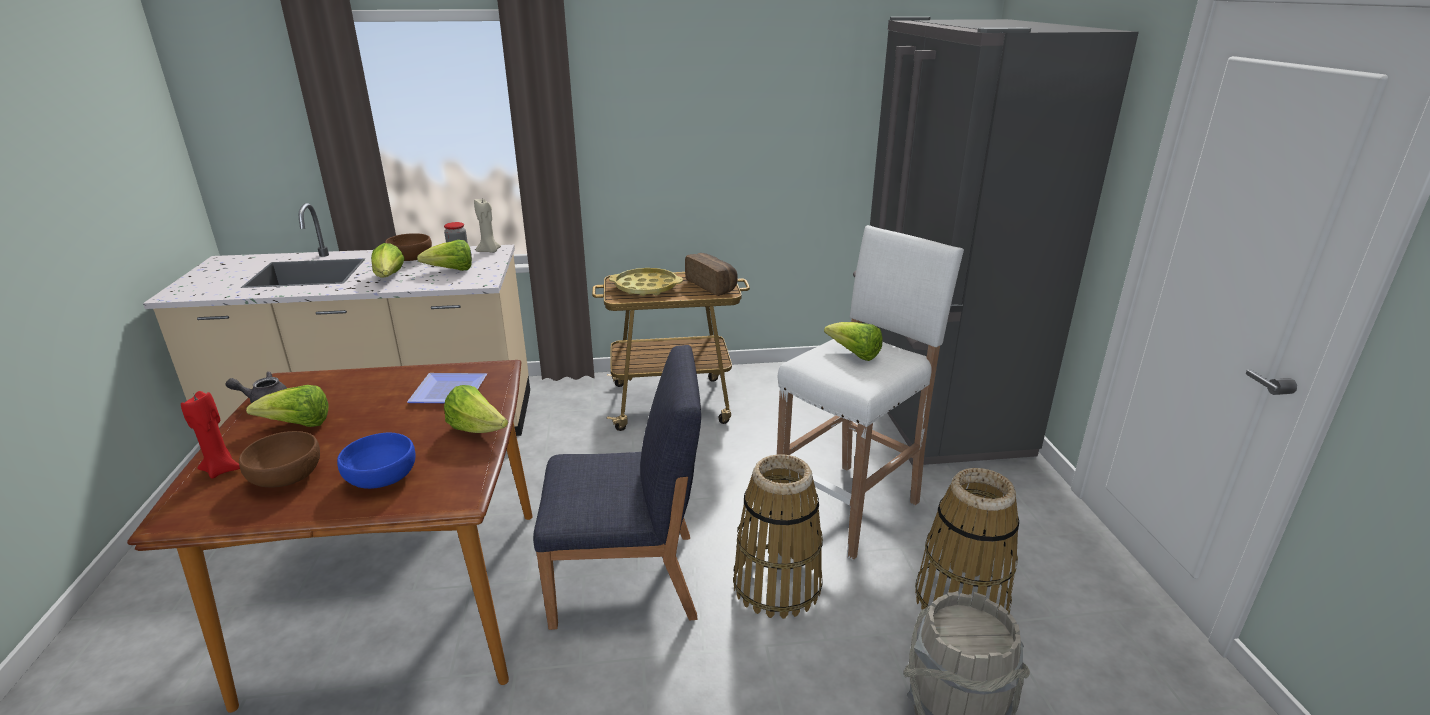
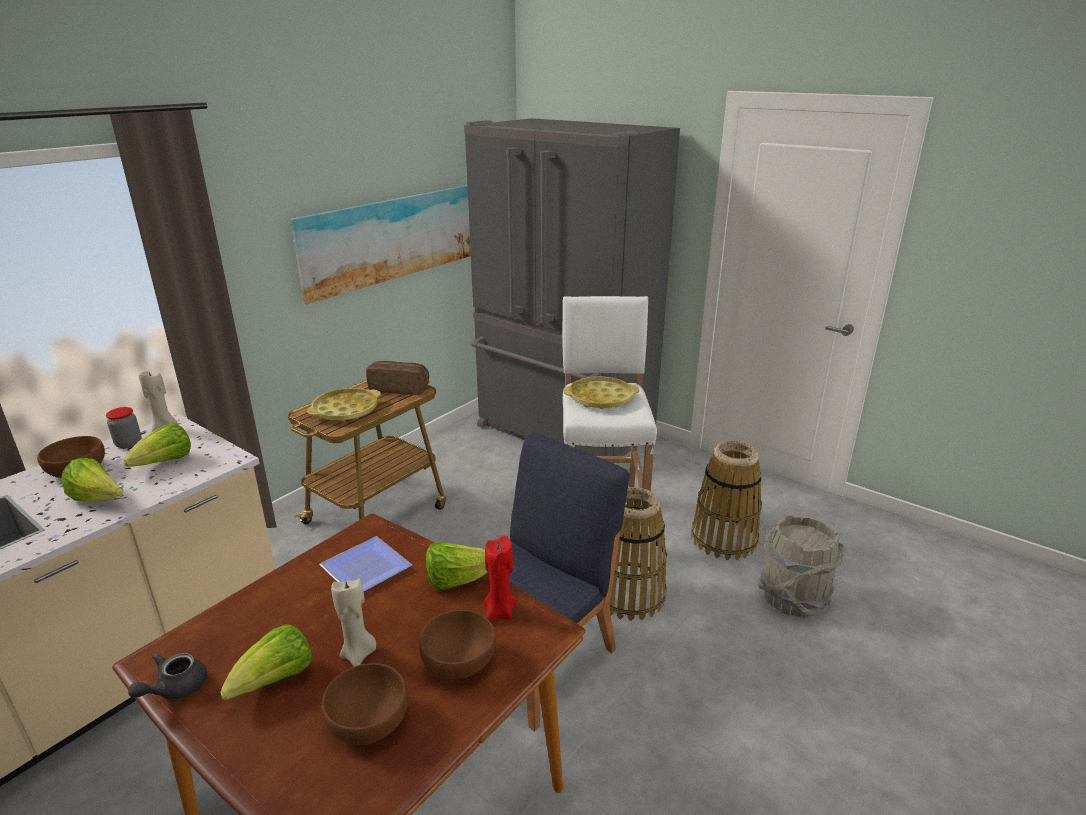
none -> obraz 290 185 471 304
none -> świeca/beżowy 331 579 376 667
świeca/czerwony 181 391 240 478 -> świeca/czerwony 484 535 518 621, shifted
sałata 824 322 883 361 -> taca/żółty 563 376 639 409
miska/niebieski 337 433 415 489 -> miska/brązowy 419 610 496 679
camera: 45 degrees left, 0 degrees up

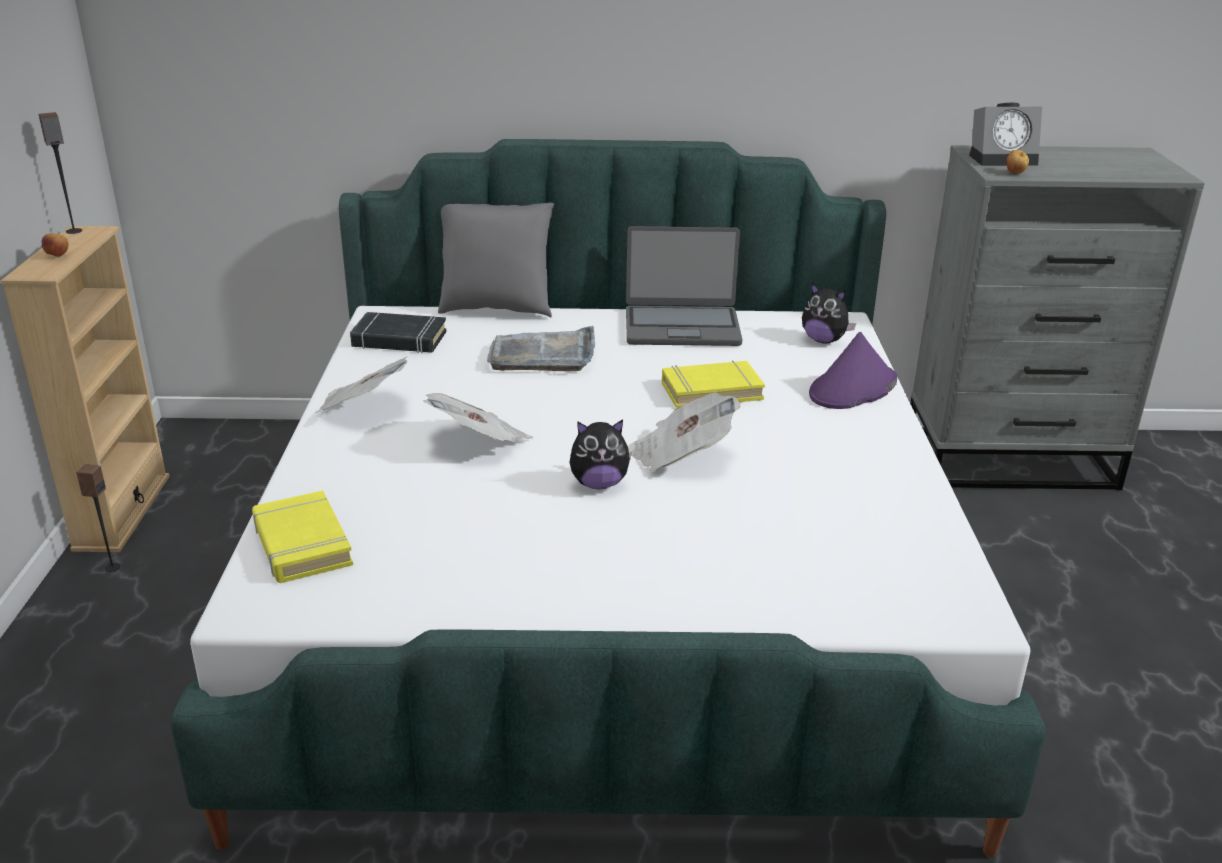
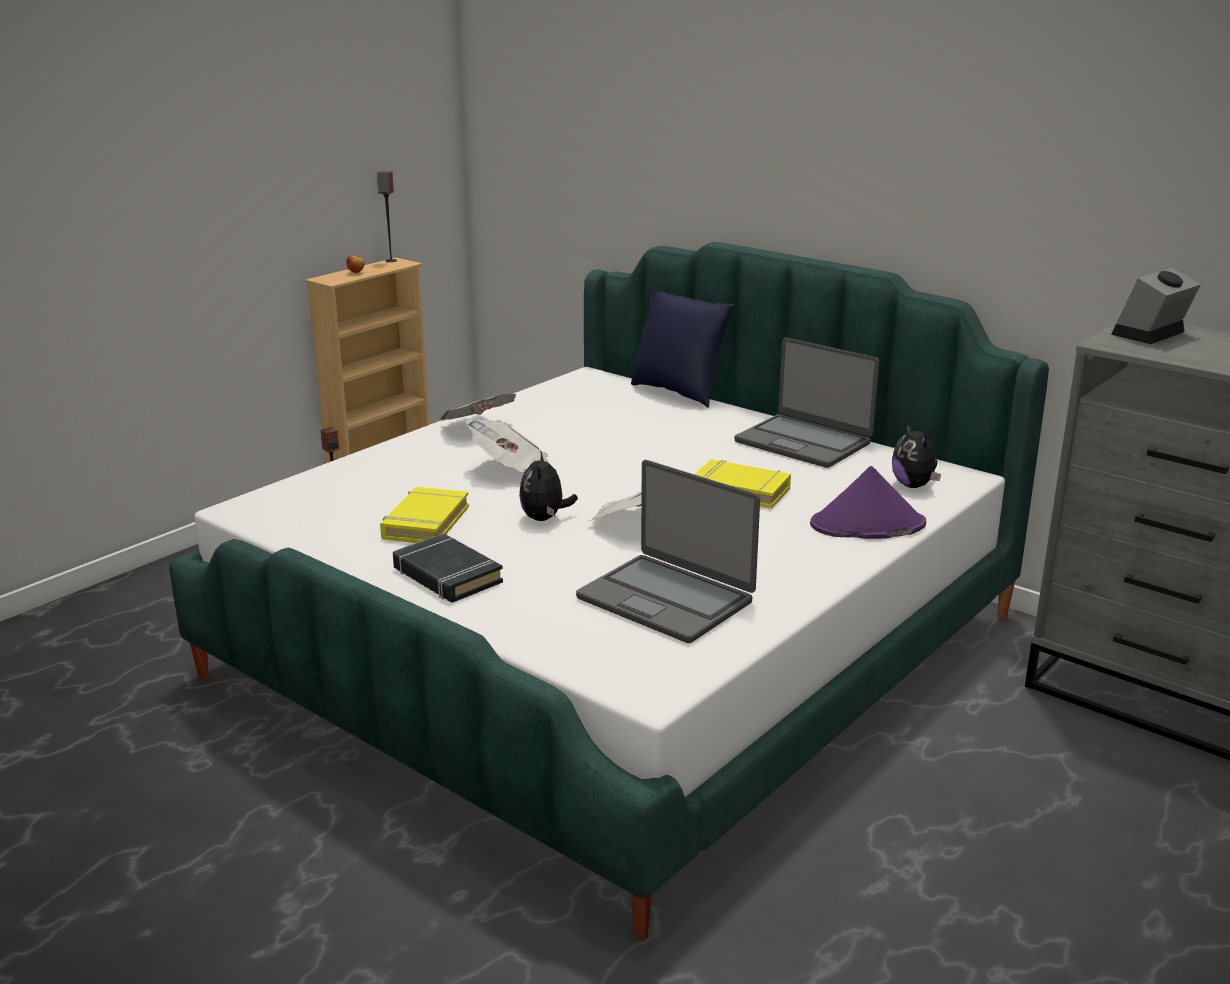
taca/szary 487 326 595 371 -> none
jabłko 1006 150 1029 174 -> none
none -> laptop 576 460 760 643
książka/żółty 252 490 353 583 -> książka/żółty 380 487 469 543, shifted
książka/czarny 350 312 446 353 -> książka/czarny 393 533 503 603, shifted
poduszka/szary 438 203 554 317 -> poduszka/niebieski 631 291 734 408
pluszak 570 419 632 489 -> pluszak 519 451 578 521, 60 degrees clockwise
budzik 969 103 1042 166 -> budzik 1111 268 1201 344, 105 degrees clockwise
camera: 40 degrees right, 5 degrees down

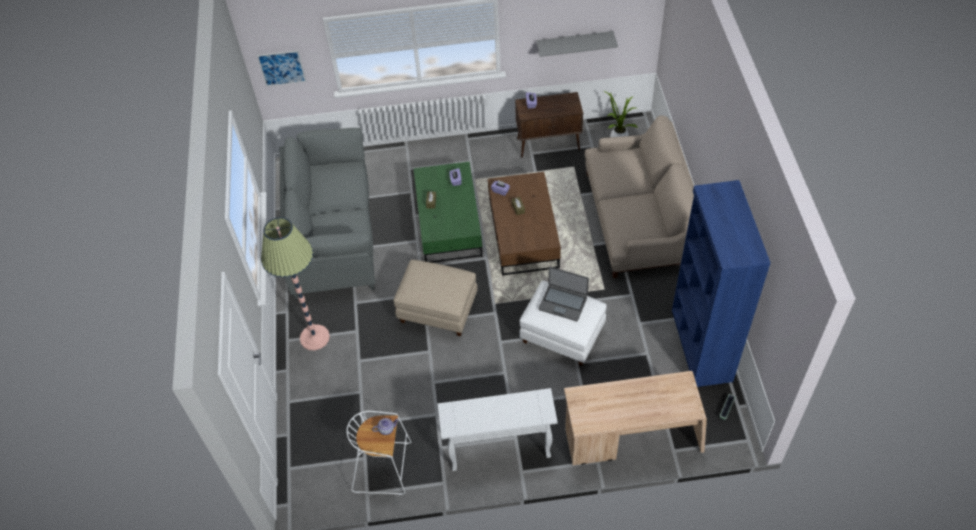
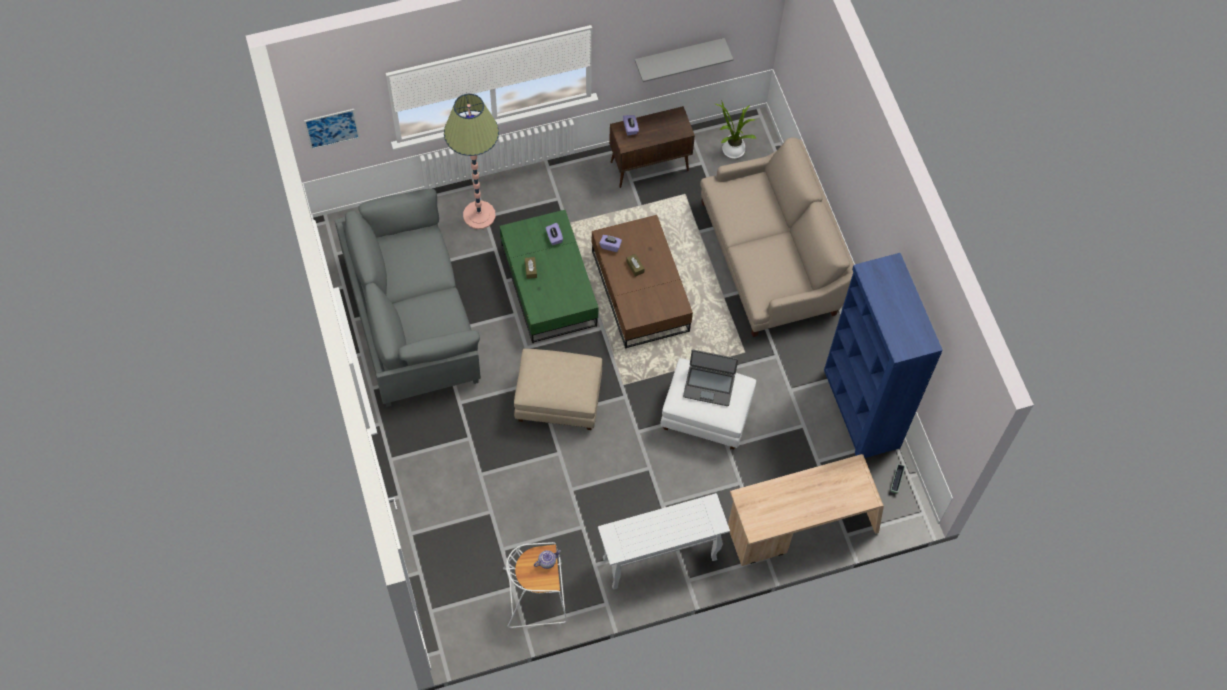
lampa stojąca 261 217 330 350 -> lampa stojąca 444 94 499 229, shifted
camera: 15 degrees left, 10 degrees up

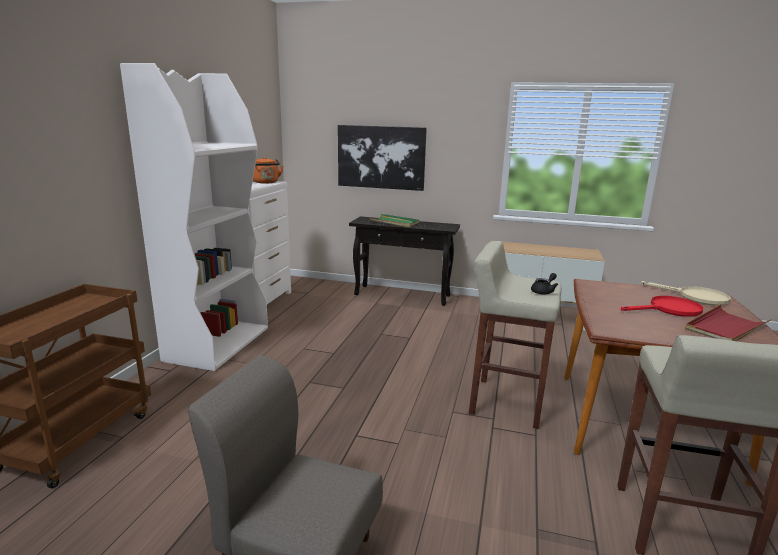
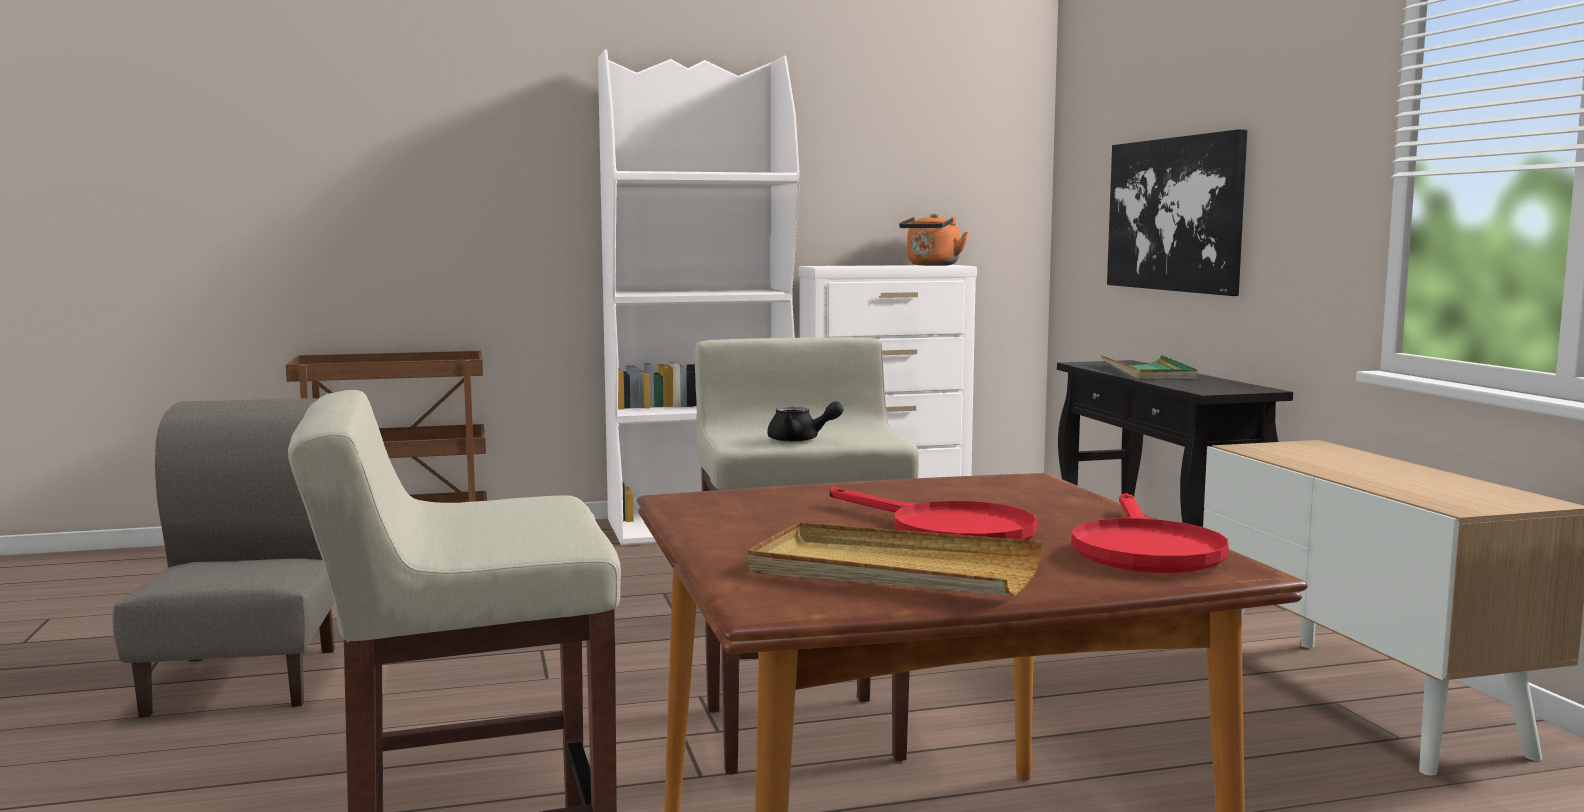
patelnia/beżowy 641 281 731 305 -> patelnia/czerwony 1071 493 1228 573
taca/czerwony 685 305 771 341 -> taca/beżowy 748 522 1044 596
camera: 60 degrees right, 10 degrees down

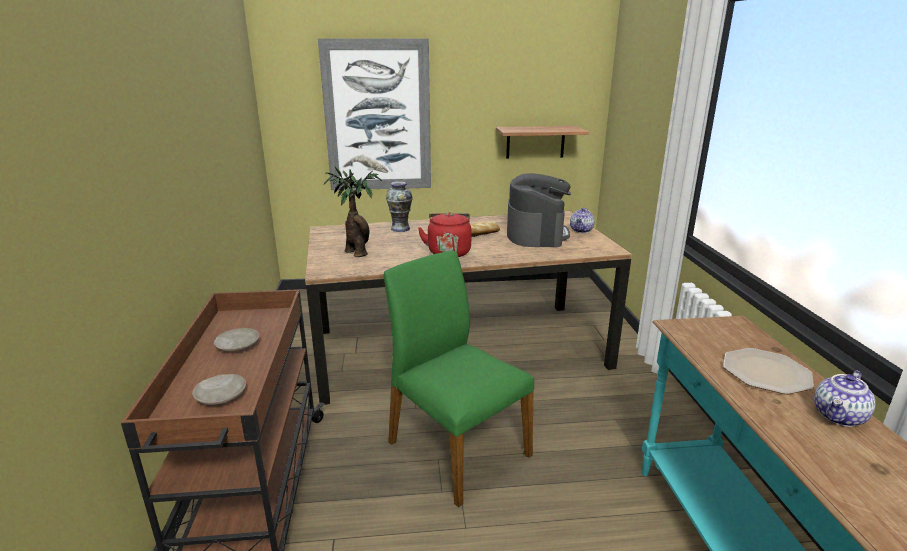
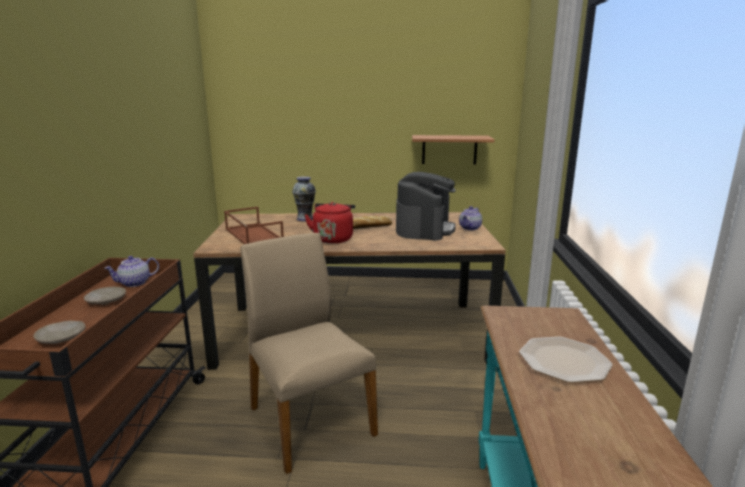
obraz 318 38 431 190 -> none
imbryk 814 371 876 427 -> imbryk 104 256 159 287, shifted
roślina doniczkowa 324 166 382 257 -> taca/brązowy 224 207 284 244
krzesło/zielony 384 251 534 507 -> krzesło/beżowy 241 233 378 474
camera: 10 degrees right, 5 degrees down

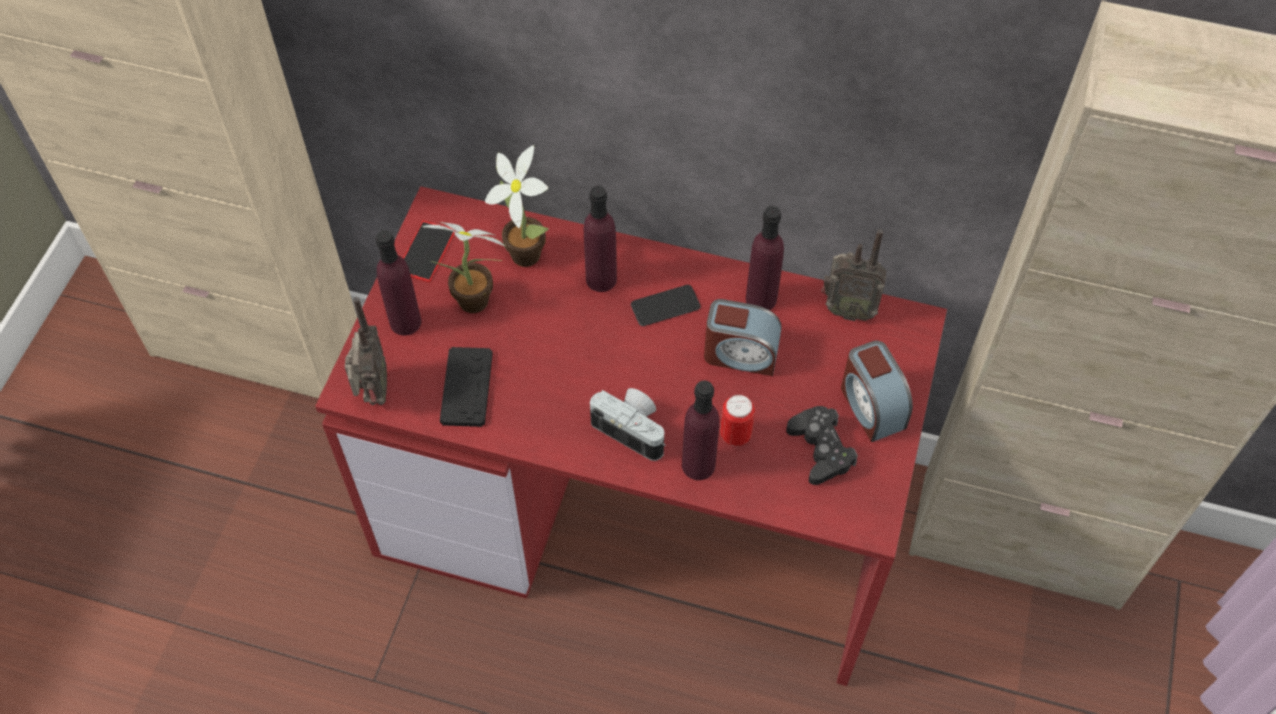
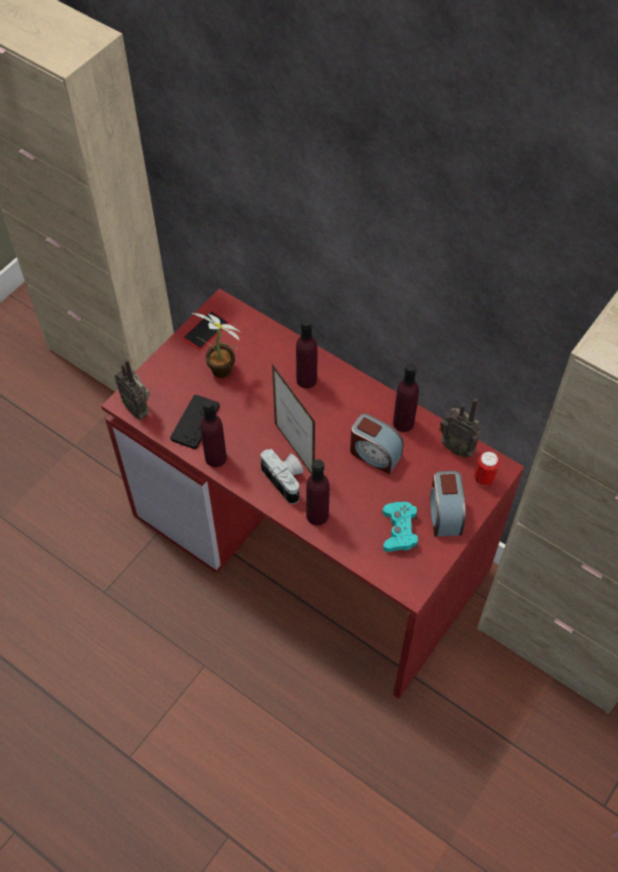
roślina doniczkowa 485 145 548 267 -> none
telefon 631 285 701 326 -> none
none -> ramka na zdjęcie 272 364 315 474
butelka/fioletowy 375 230 421 336 -> butelka/fioletowy 200 399 227 467, shifted
puszka 720 395 755 446 -> puszka 474 451 499 486, shifted
pad do gier/czarny 786 406 858 485 -> pad do gier/turkusowy 382 502 418 552
radio 345 297 387 405 -> radio 115 359 150 420, 120 degrees clockwise
camera: 20 degrees right, 0 degrees up

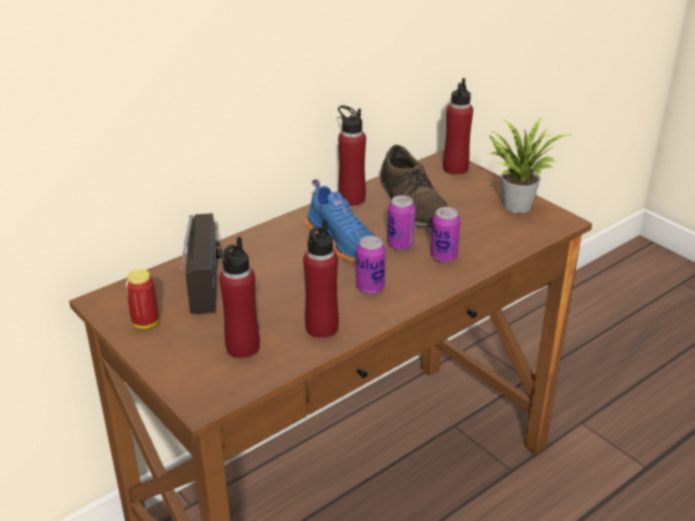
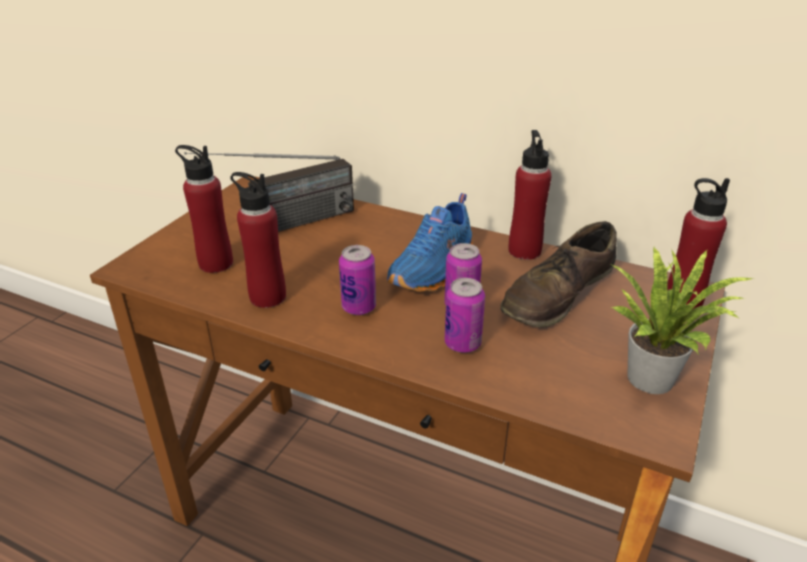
puszka 125 269 159 329 -> none
camera: 65 degrees right, 0 degrees up

